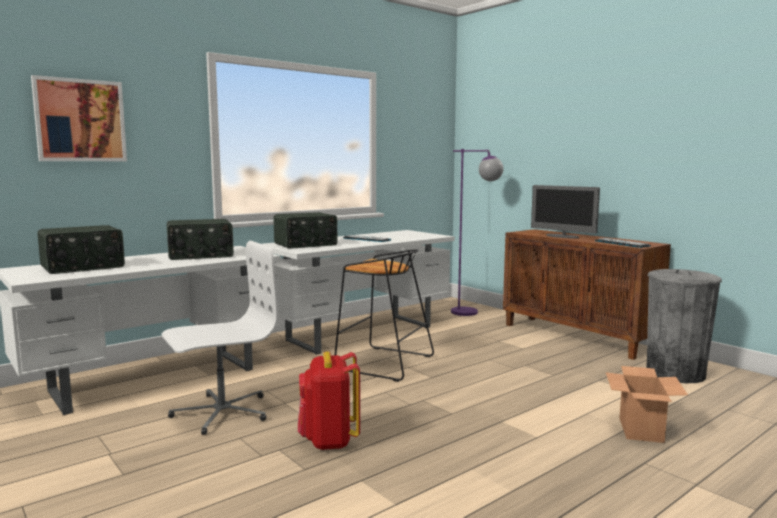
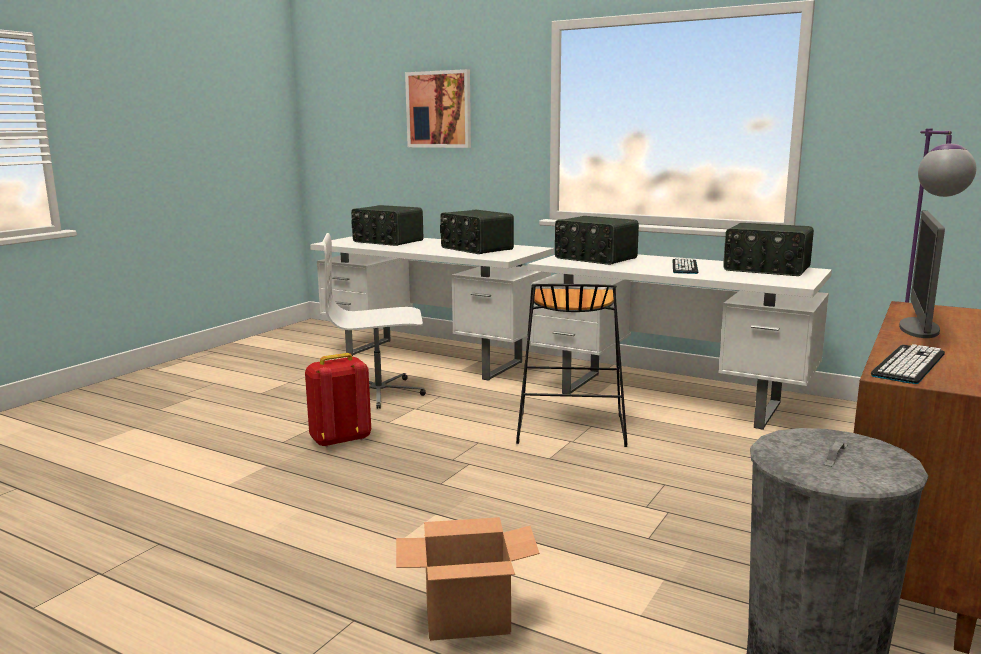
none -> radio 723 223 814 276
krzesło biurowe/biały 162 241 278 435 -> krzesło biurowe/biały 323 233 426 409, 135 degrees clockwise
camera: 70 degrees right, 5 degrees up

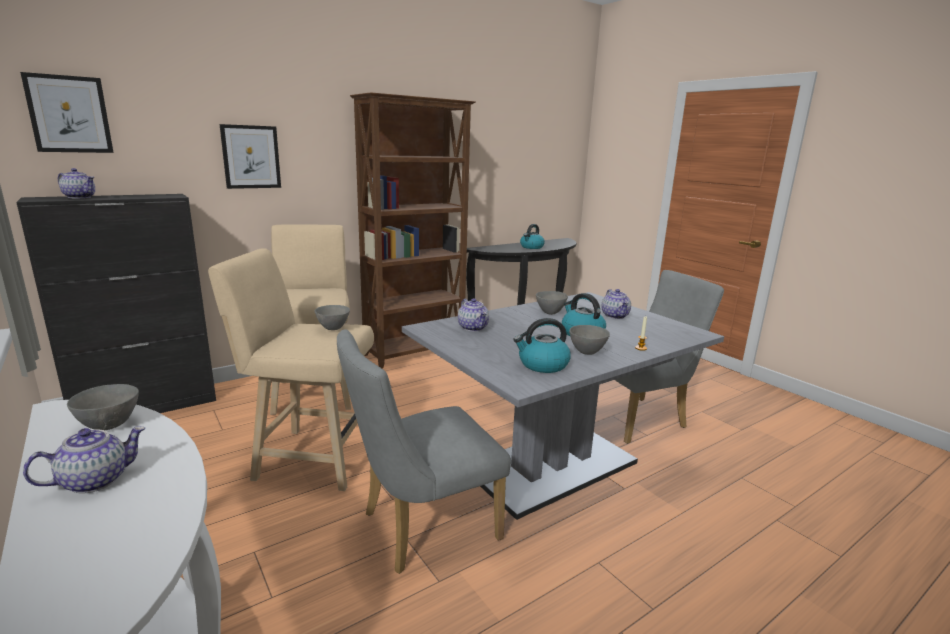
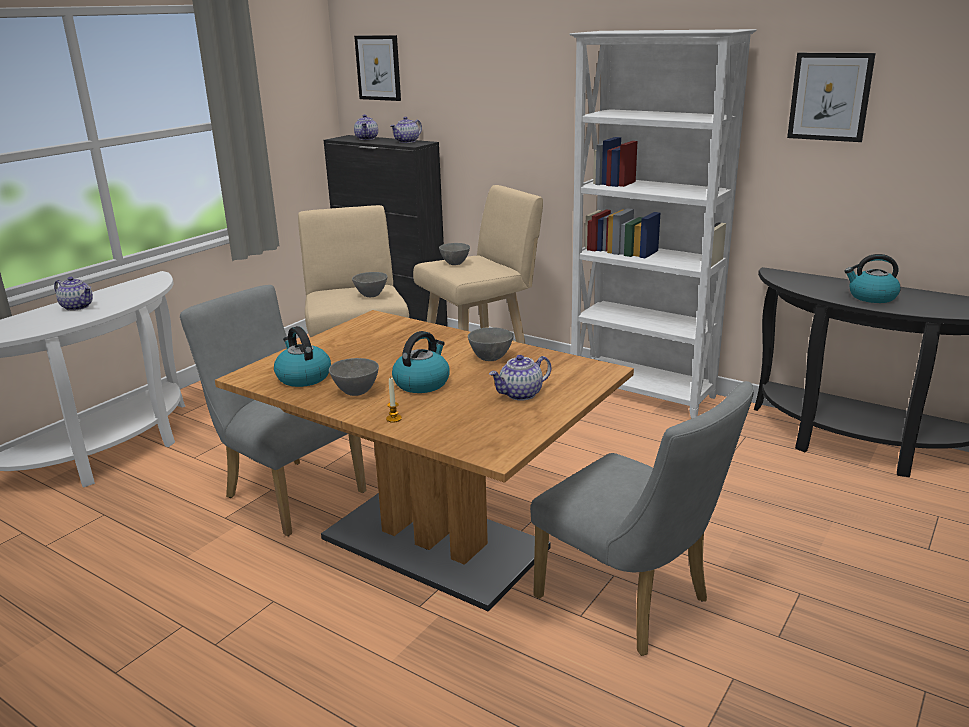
miska/szary 67 384 139 430 -> miska/szary 439 243 470 265, shifted
obraz 220 124 281 189 -> obraz 787 53 876 142, shifted
imbryk 458 298 489 331 -> imbryk 390 117 422 143, shifted
regał/brązowy 350 92 476 369 -> regał/biały 569 29 757 418
stół jadalny/szary 402 292 724 520 -> stół jadalny/brązowy 215 310 634 612
camera: 70 degrees right, 5 degrees up

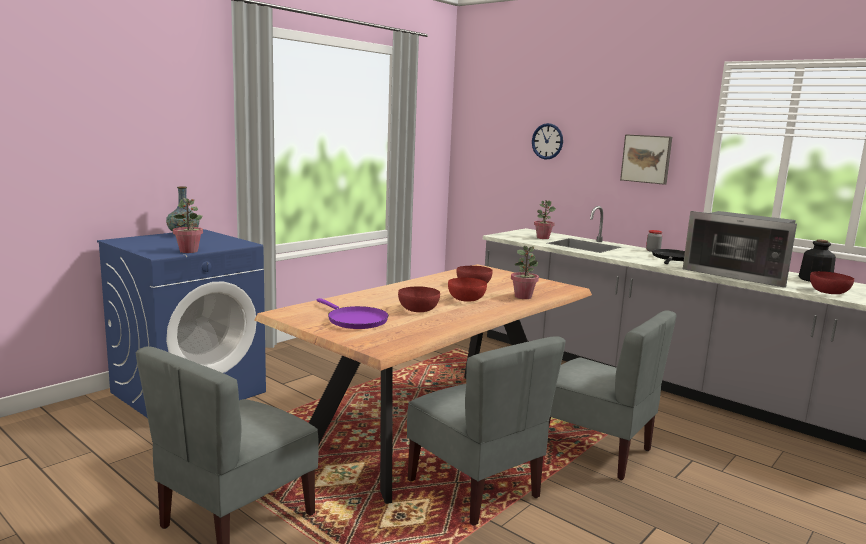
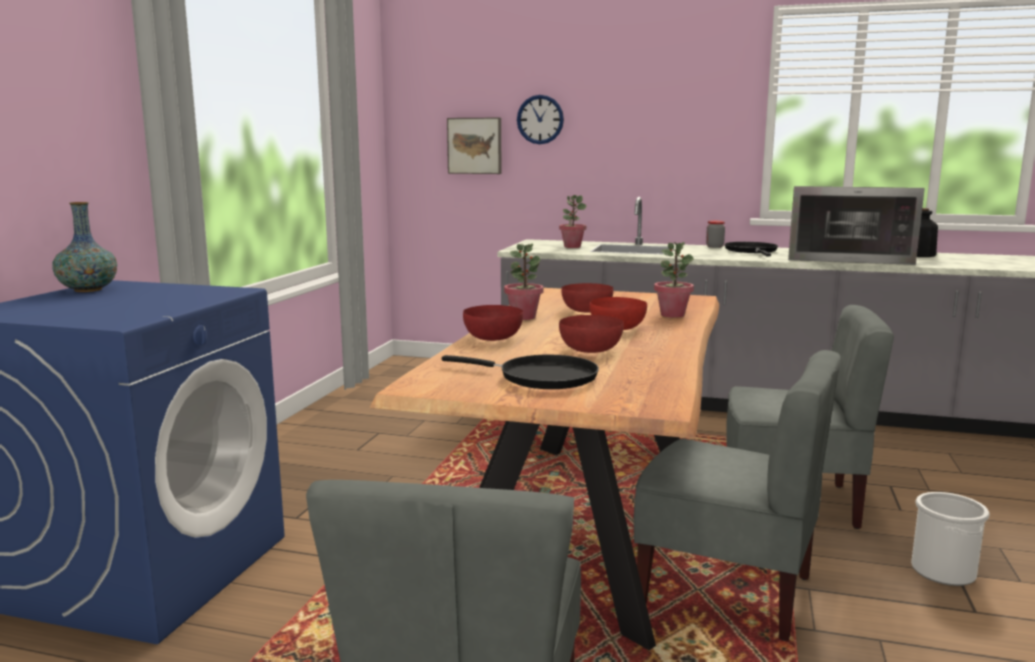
none -> wiadro 911 492 990 586
roślina doniczkowa 173 198 203 253 -> roślina doniczkowa 504 244 543 320, shifted
obraz 620 134 672 185 -> obraz 447 117 501 174, shifted
miska/czerwony 810 271 854 294 -> miska/czerwony 463 305 523 341, shifted
patelnia/fioletowy 317 298 389 329 -> patelnia/czarny 442 355 599 389
camera: 25 degrees left, 0 degrees up

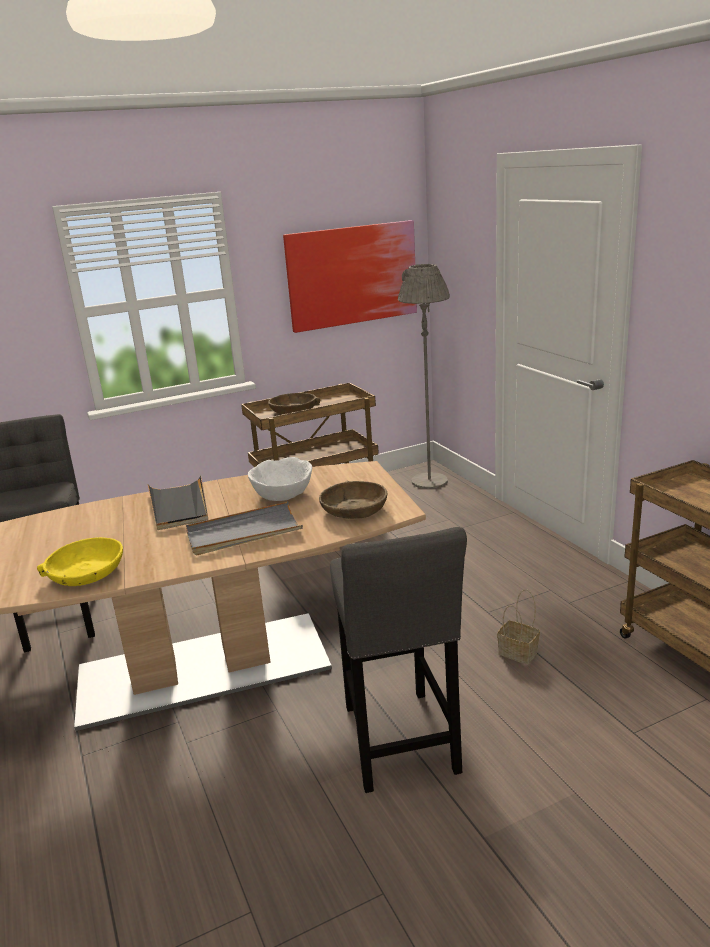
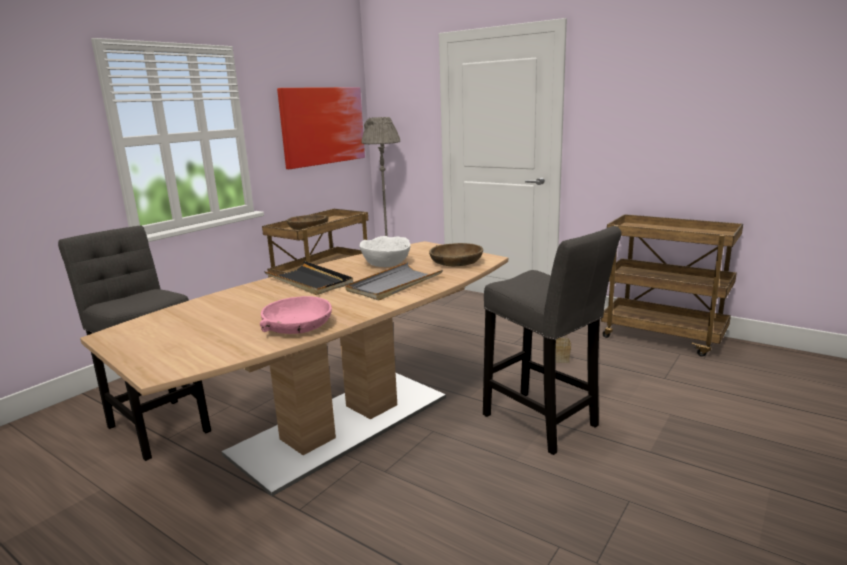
miska/żółty 37 537 123 586 -> miska/różowy 260 296 332 334
camera: 30 degrees left, 5 degrees down

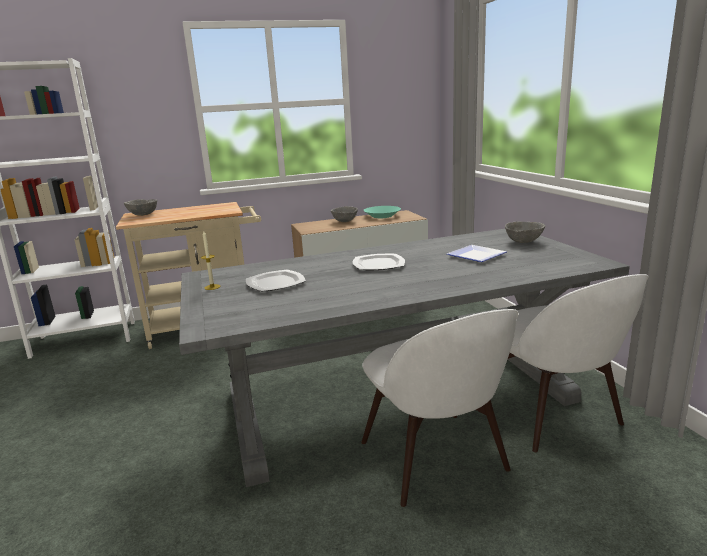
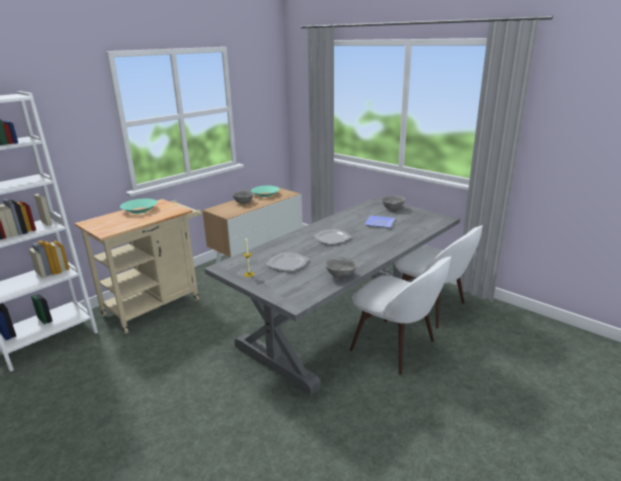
none -> miska/turkusowy 120 199 157 214
miska/szary 124 199 157 216 -> miska/szary 325 257 357 278, shifted
camera: 30 degrees left, 5 degrees up

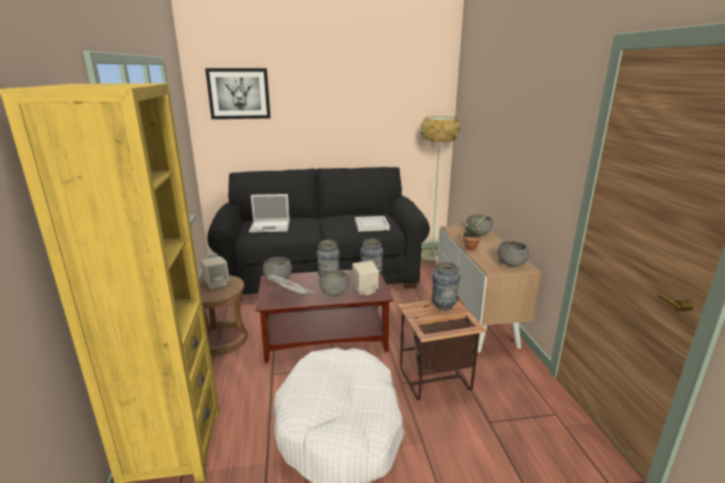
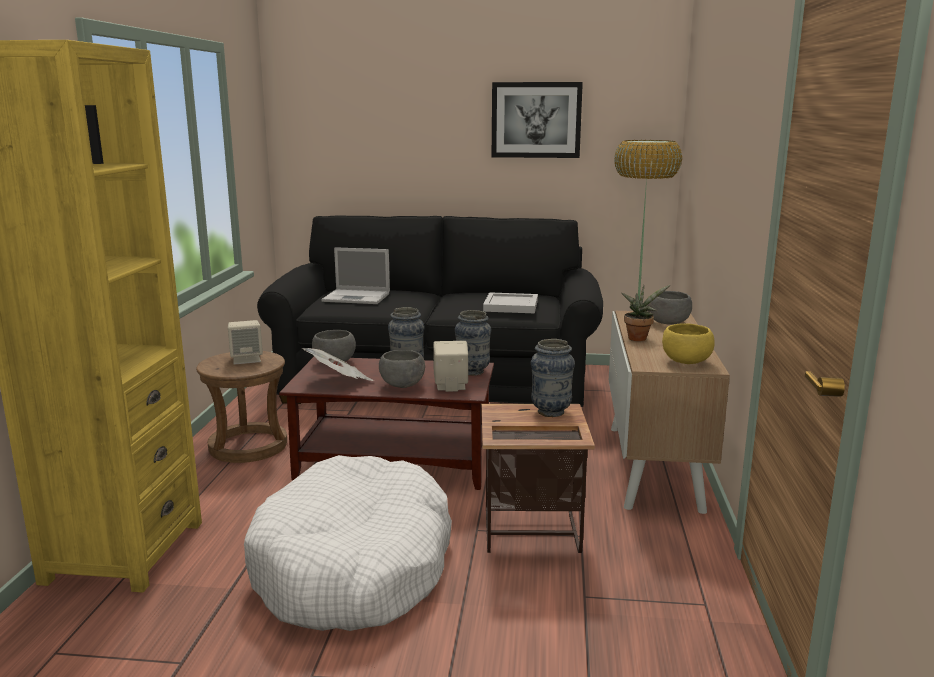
obraz 205 68 271 119 -> obraz 492 82 583 158, shifted
miska/szary 498 241 529 266 -> miska/żółty 662 323 715 364
camera: 15 degrees right, 5 degrees down

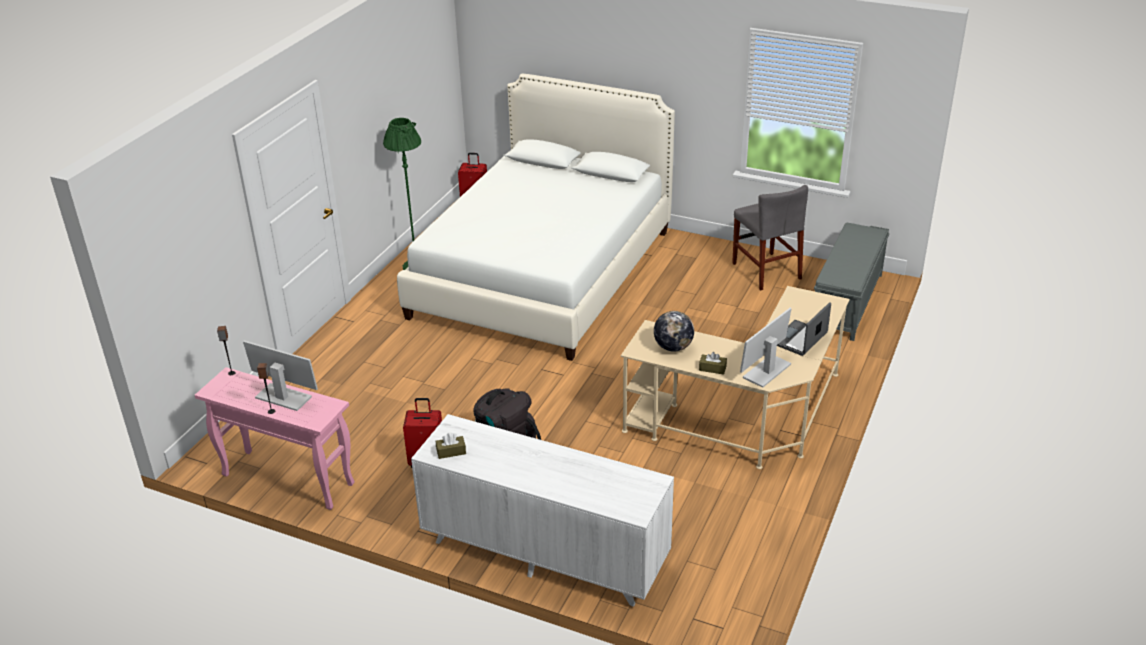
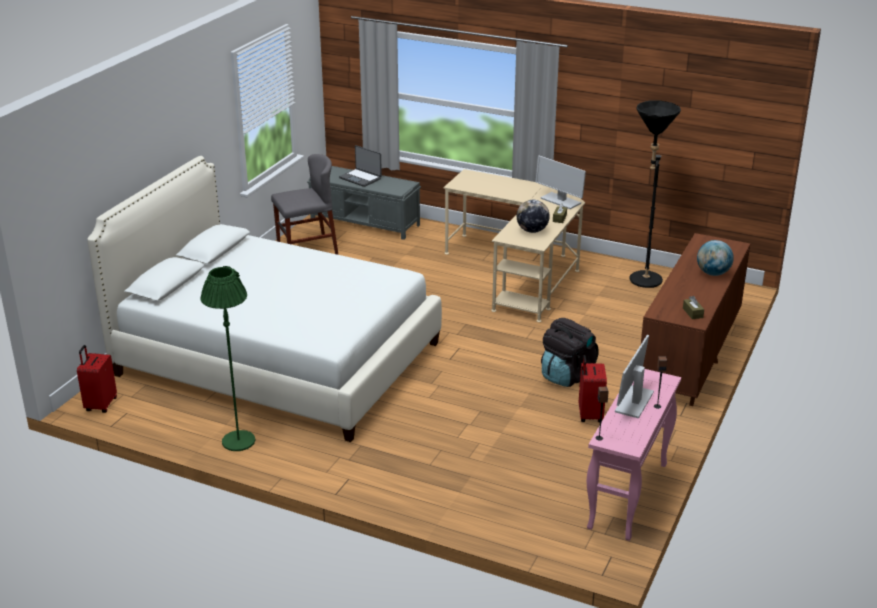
none -> lampa stojąca/czarny 629 101 681 288
none -> globus 697 240 734 276
laptop 777 302 831 356 -> laptop 339 145 382 187, shifted
komoda/biały 411 414 674 607 -> komoda/brązowy 641 233 750 406
camera: 90 degrees left, 5 degrees down

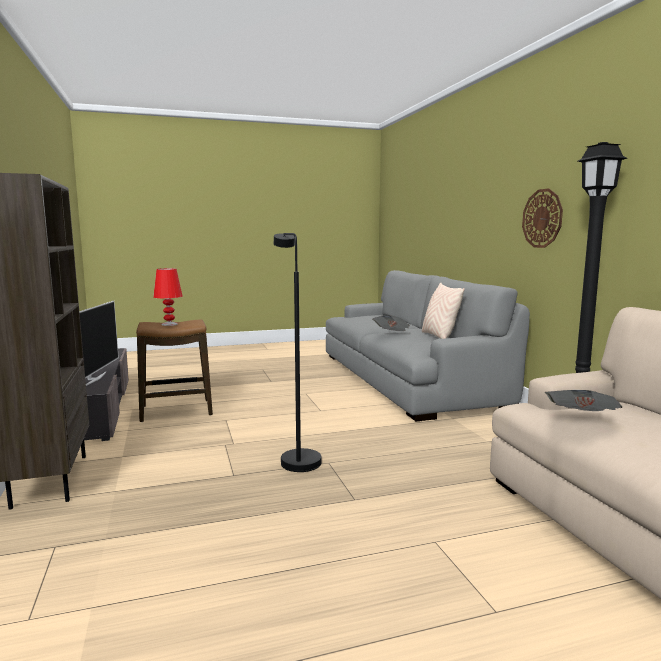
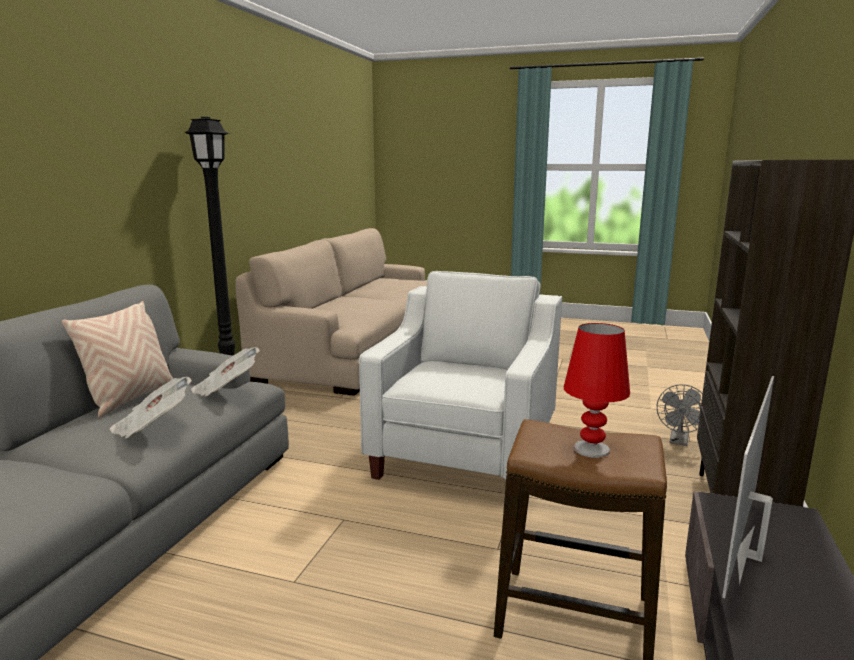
zegar ścienny 522 188 563 248 -> none
none -> wentylator/szary 657 384 703 446
gazeta 544 390 623 411 -> gazeta 191 347 260 397, shifted
lampa stojąca/czarny 274 233 321 472 -> fotel/biały 359 271 562 480
camera: 145 degrees left, 5 degrees up

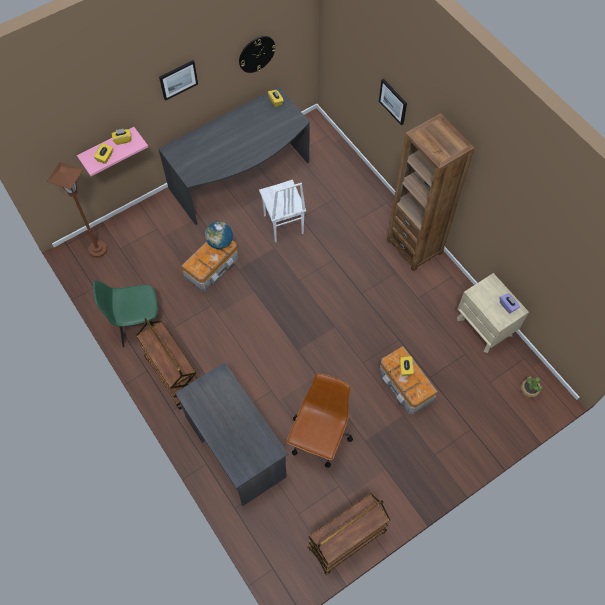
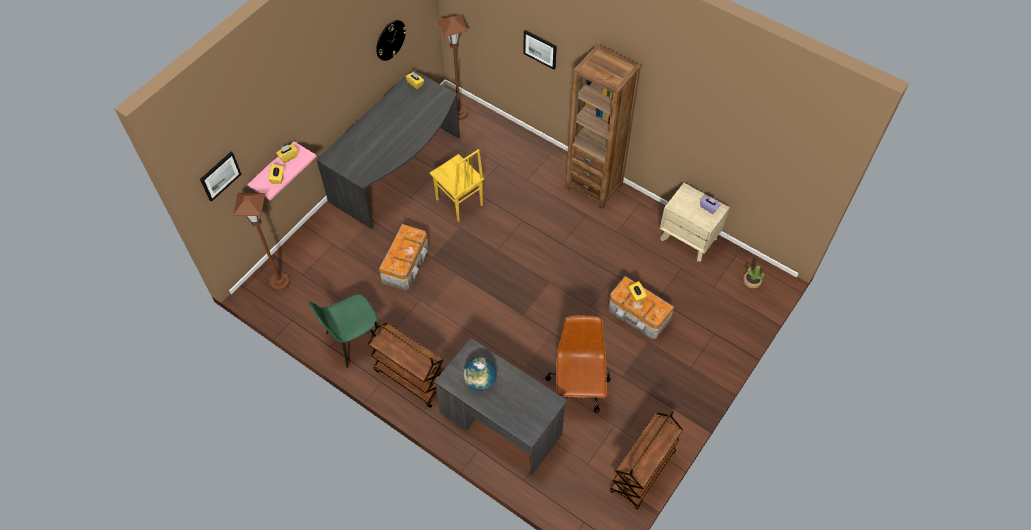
none -> lampa stojąca/brązowy 438 14 468 120
obraz 159 60 198 101 -> obraz 200 152 241 202, shifted
globus 205 221 233 249 -> globus 463 357 497 391, shifted
krzesło/biały 259 180 306 242 -> krzesło/żółty 430 149 484 222
camera: 20 degrees left, 5 degrees down

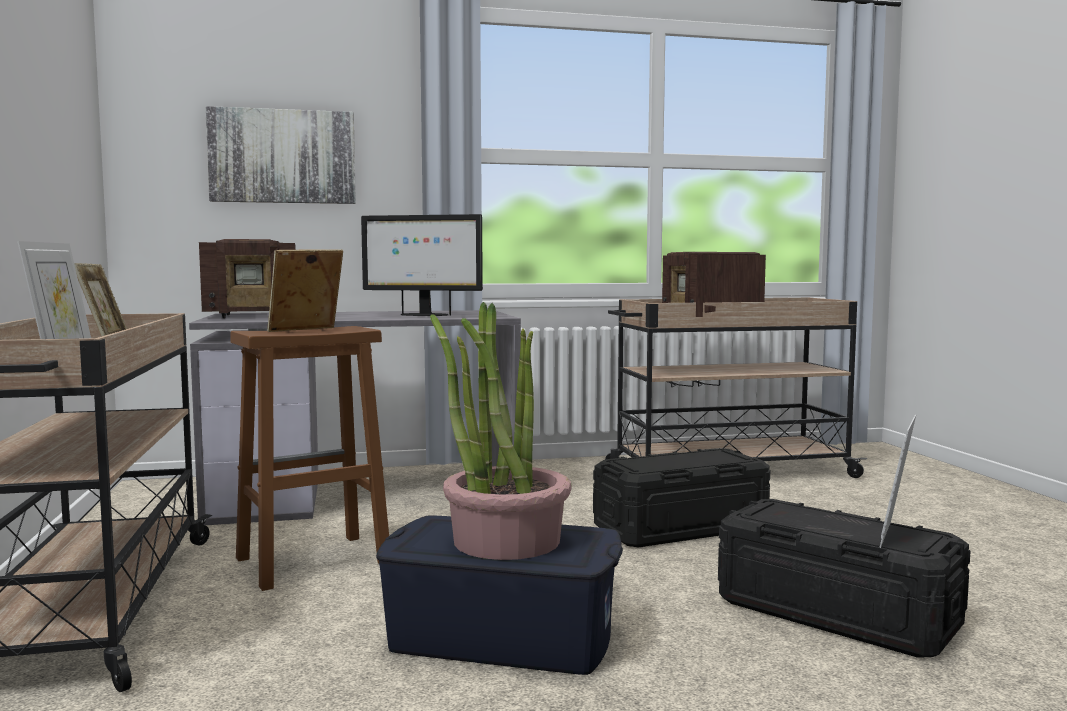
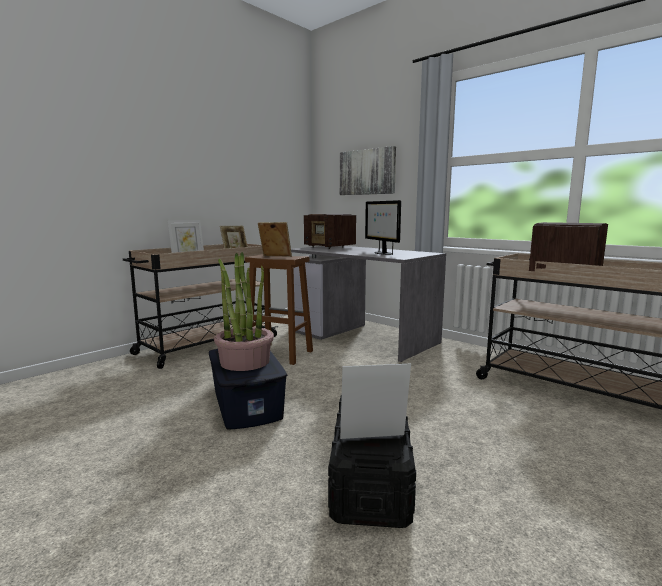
pojemnik do przechowywania/czarny 593 448 770 547 -> none
camera: 55 degrees right, 5 degrees up

